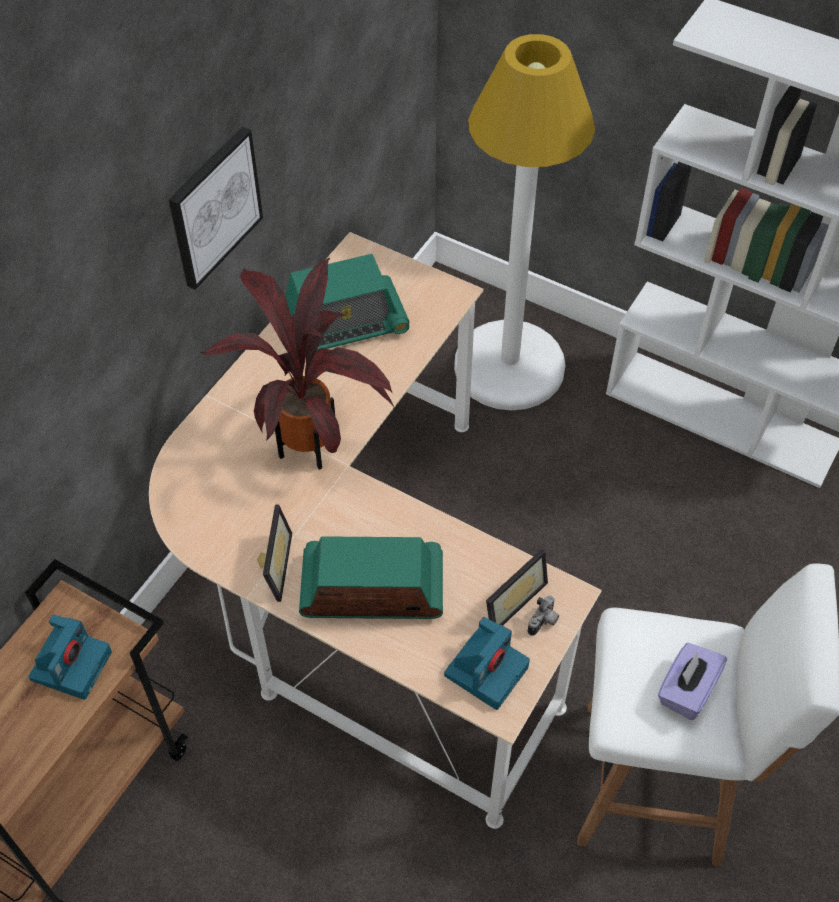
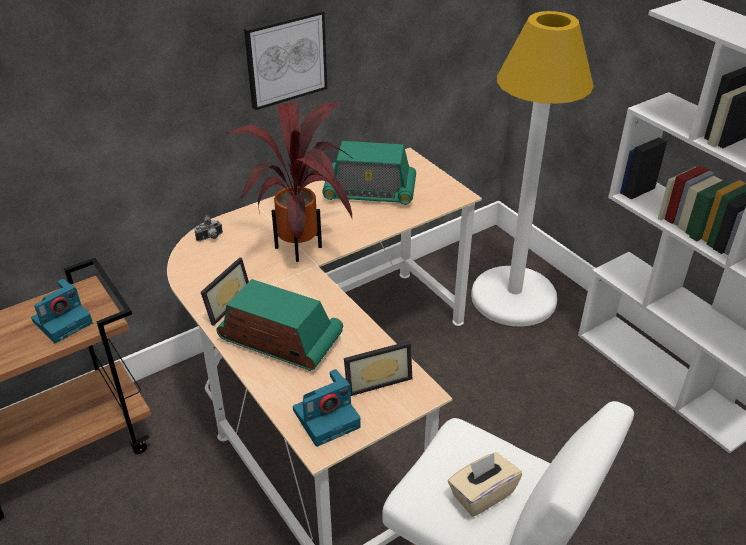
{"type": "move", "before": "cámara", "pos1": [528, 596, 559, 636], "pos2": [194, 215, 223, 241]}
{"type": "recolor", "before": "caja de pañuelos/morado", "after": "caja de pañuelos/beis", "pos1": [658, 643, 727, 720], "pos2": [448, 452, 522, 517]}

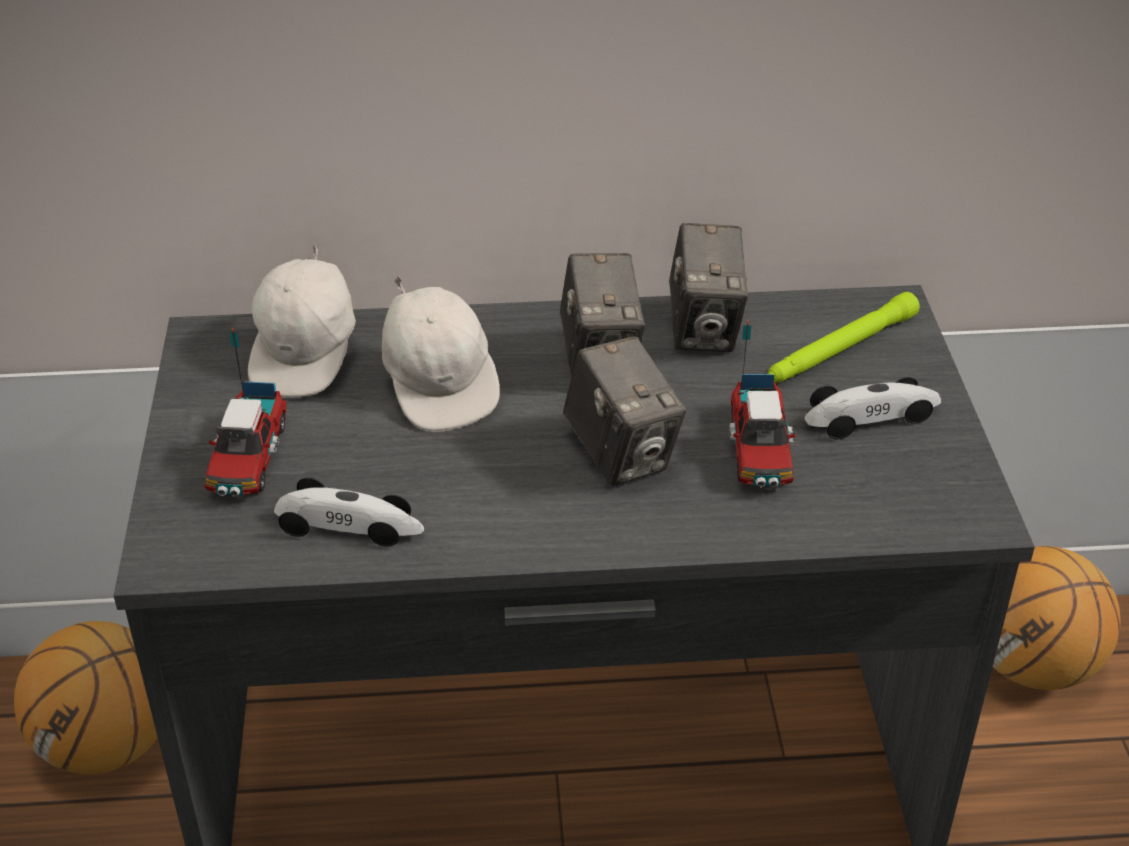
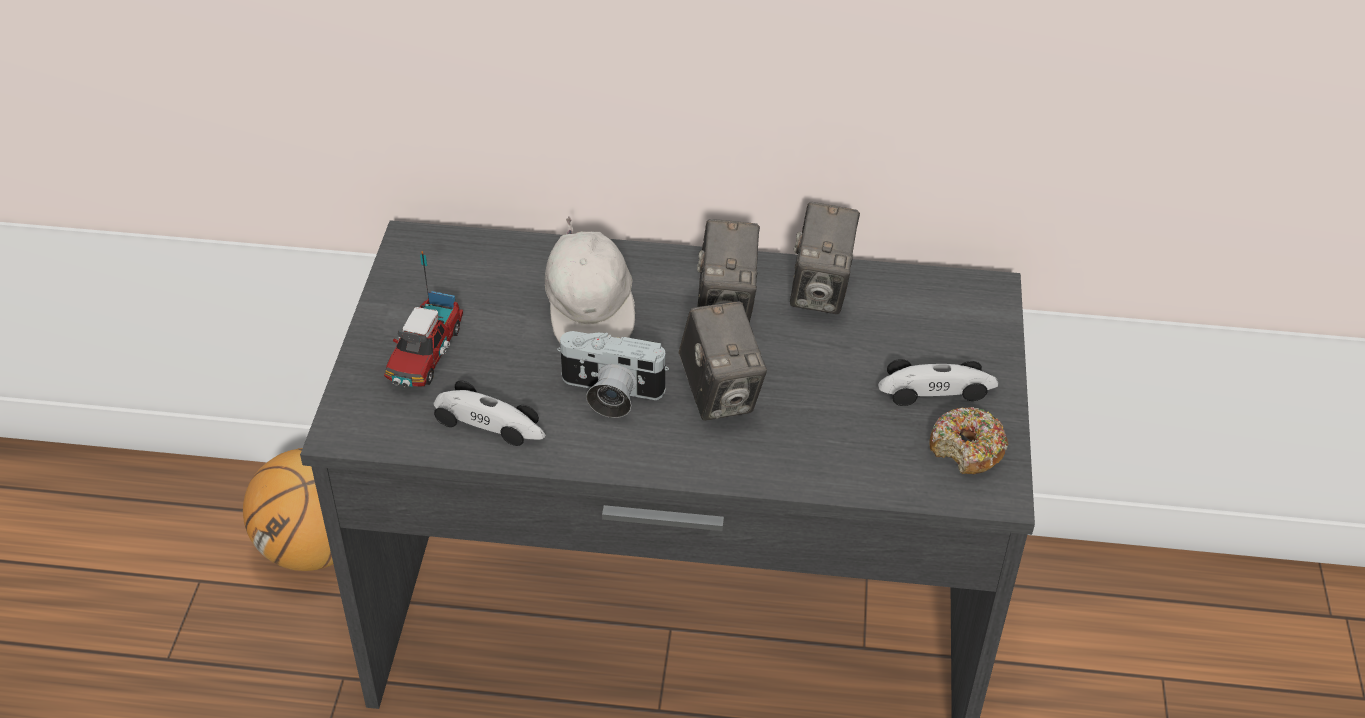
{"type": "insert", "after": "cámara", "pos2": [557, 331, 669, 418]}
{"type": "insert", "after": "rosquilla", "pos2": [929, 407, 1008, 474]}
{"type": "delete", "before": "gorra/blanco", "pos1": [248, 243, 356, 398]}
{"type": "delete", "before": "camión de juguete", "pos1": [729, 321, 795, 487]}
{"type": "delete", "before": "linterna/verde", "pos1": [768, 292, 920, 382]}
{"type": "delete", "before": "balón de baloncesto", "pos1": [993, 546, 1120, 690]}

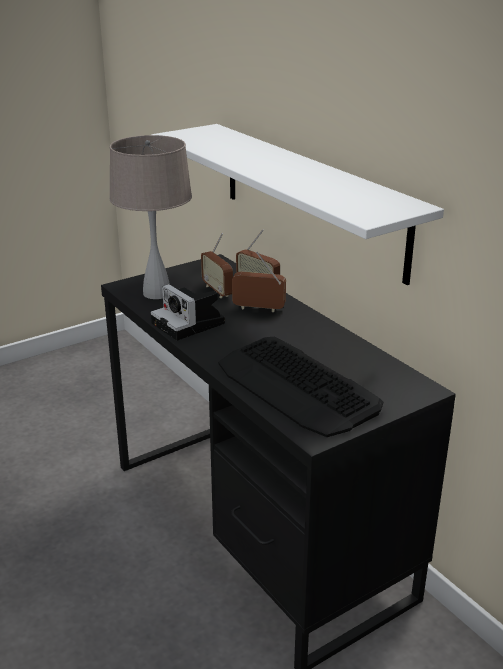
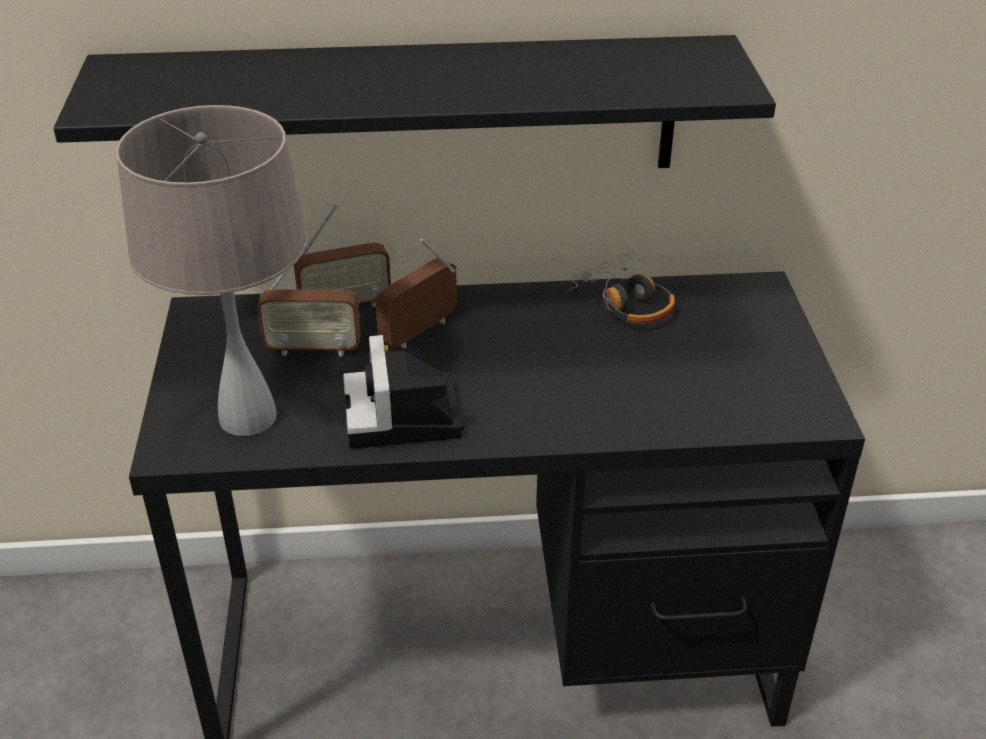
{"type": "recolor", "before": "estante/blanco", "after": "estante/negro", "pos1": [151, 124, 444, 285], "pos2": [53, 35, 776, 168]}
{"type": "rotate", "before": "cámara", "pos1": [151, 284, 225, 341], "pos2": [343, 335, 464, 449], "turn": 90}
{"type": "insert", "after": "auriculares", "pos2": [567, 254, 675, 324]}
{"type": "delete", "before": "teclado", "pos1": [218, 337, 383, 437]}

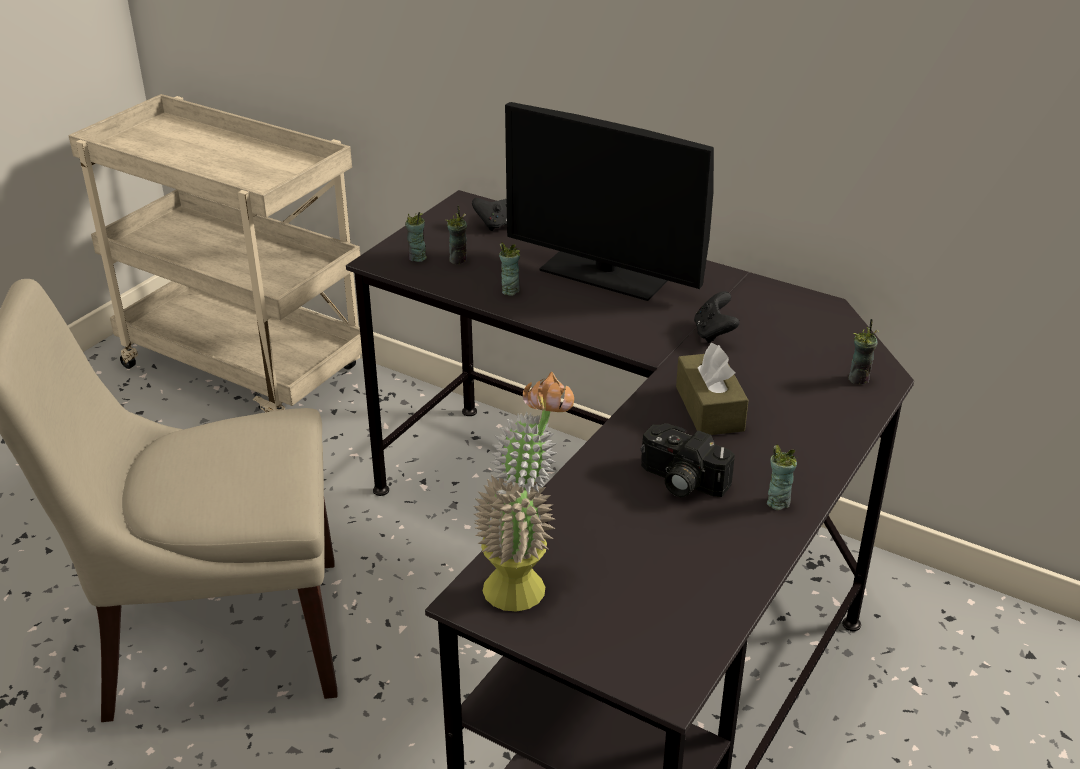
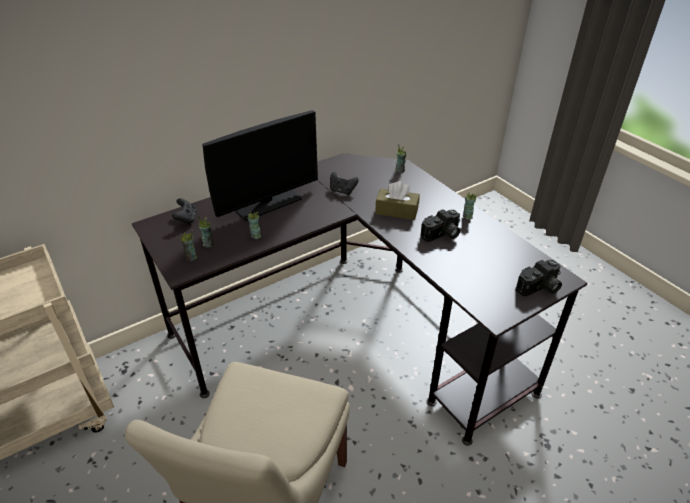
{"type": "insert", "after": "cámara", "pos2": [516, 260, 562, 296]}
{"type": "delete", "before": "planta en maceta", "pos1": [474, 372, 574, 612]}

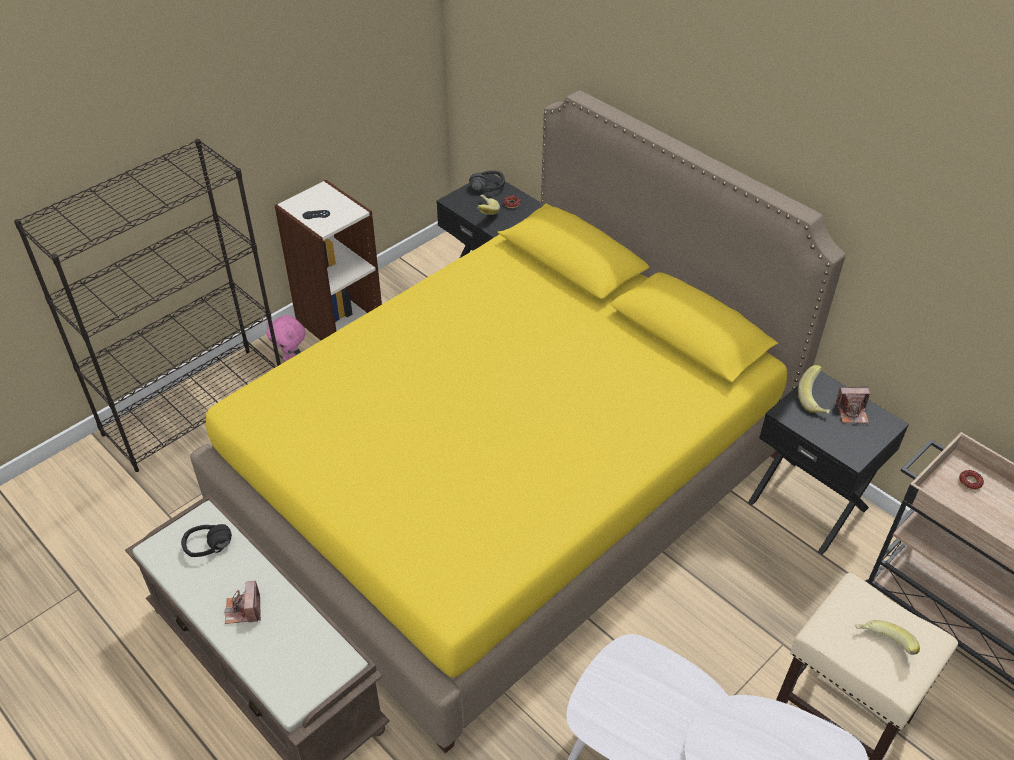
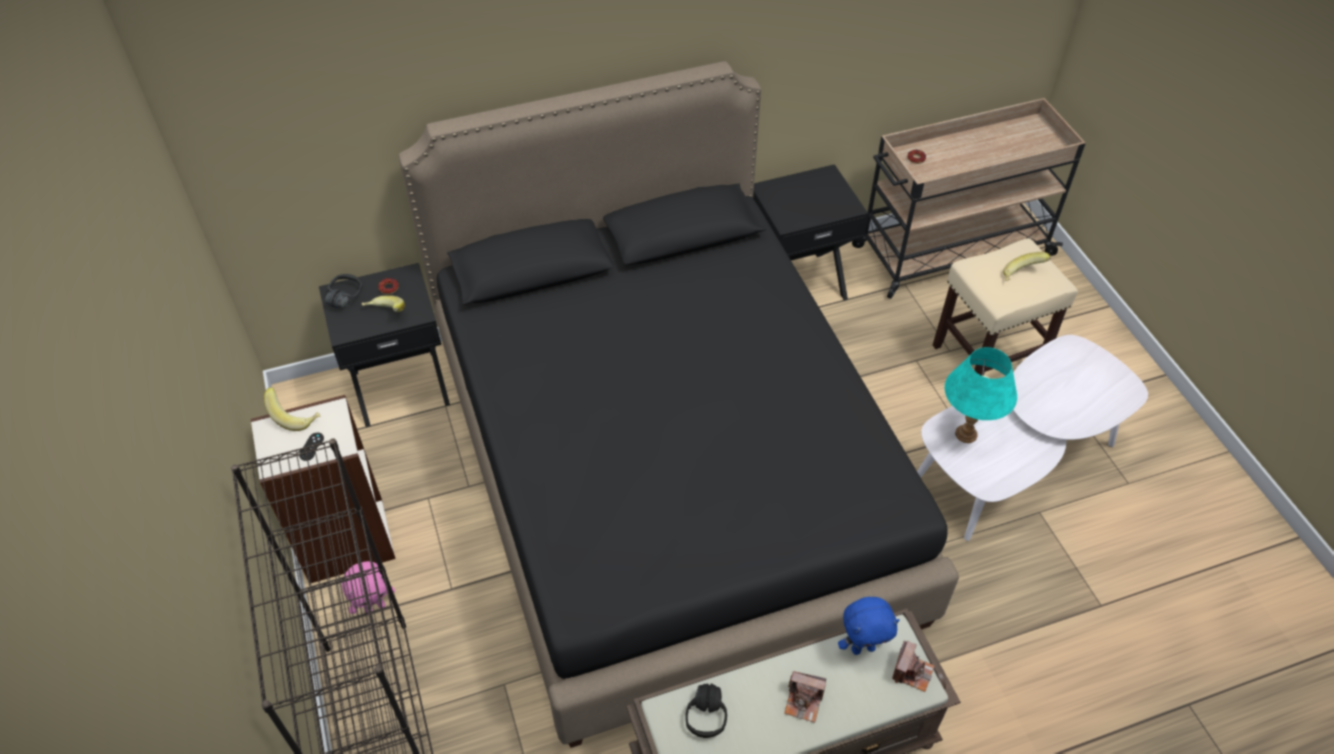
{"type": "move", "before": "plátano", "pos1": [798, 365, 830, 414], "pos2": [264, 387, 320, 431]}
{"type": "recolor", "before": "cama/amarillo", "after": "cama/negro", "pos1": [190, 90, 846, 754], "pos2": [399, 61, 959, 748]}
{"type": "insert", "after": "peluche/azul", "pos2": [838, 597, 900, 655]}
{"type": "move", "before": "cámara", "pos1": [835, 386, 870, 423], "pos2": [892, 640, 935, 692]}
{"type": "insert", "after": "lámpara de mesa/turquesa", "pos2": [945, 347, 1017, 443]}

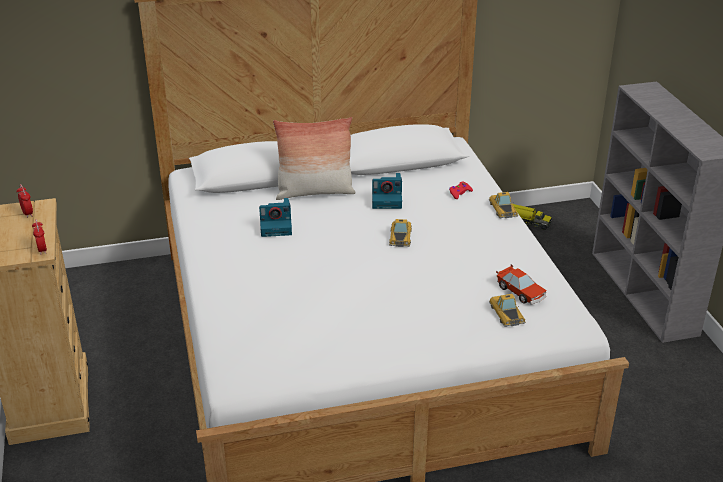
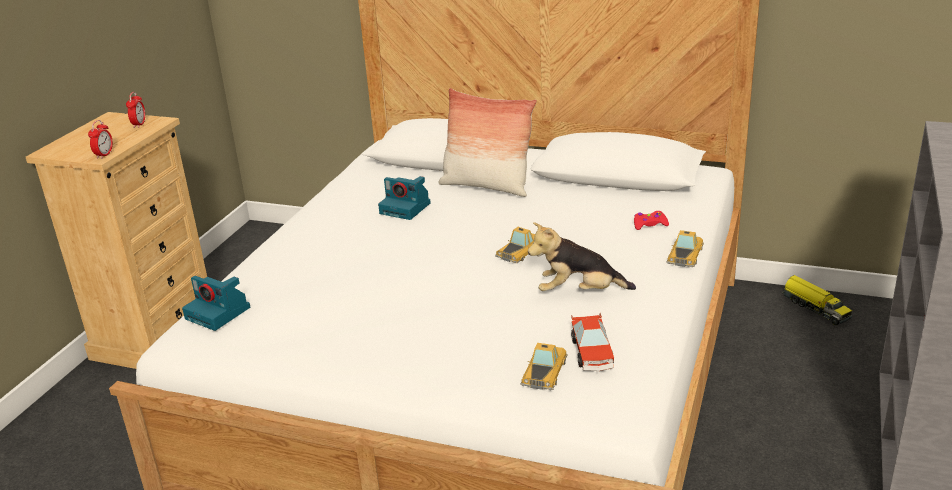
{"type": "move", "before": "cámara", "pos1": [372, 173, 402, 209], "pos2": [182, 276, 250, 331]}
{"type": "insert", "after": "peluche", "pos2": [528, 222, 636, 291]}

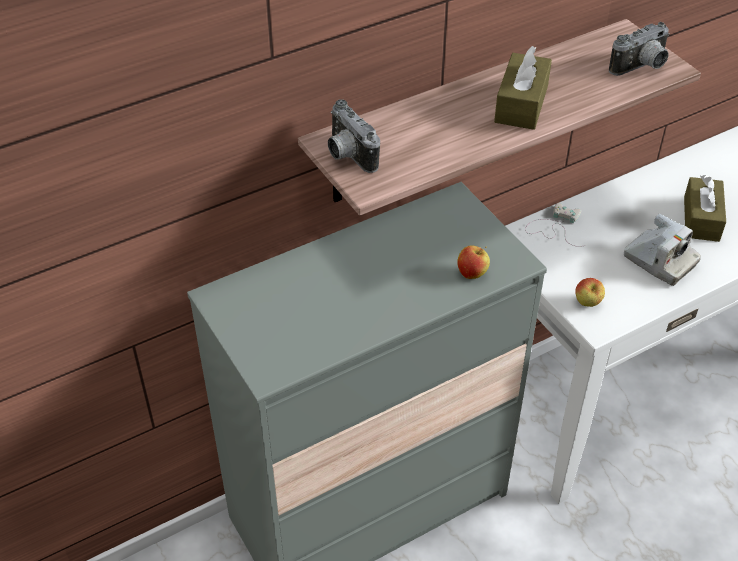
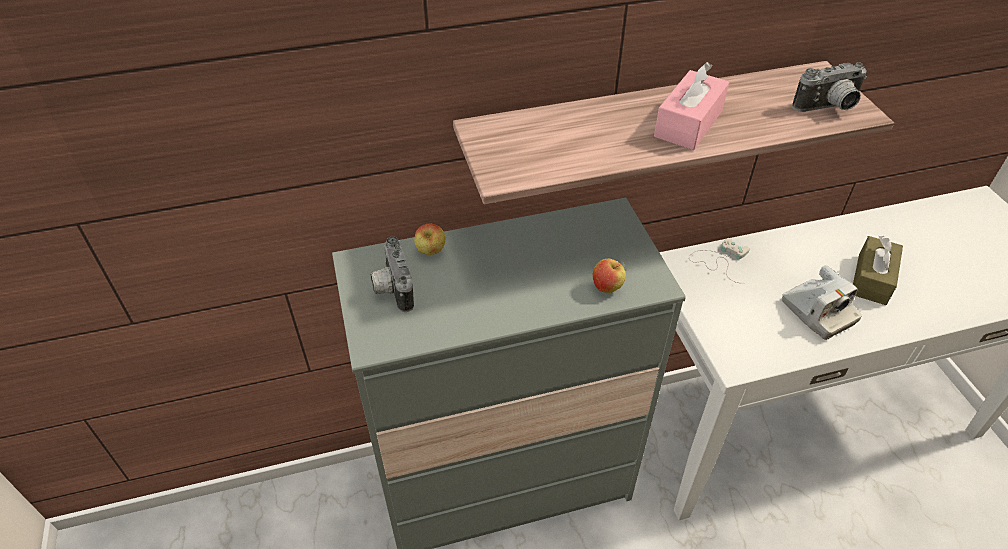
{"type": "move", "before": "cámara", "pos1": [328, 100, 380, 173], "pos2": [370, 237, 414, 312]}
{"type": "move", "before": "manzana", "pos1": [575, 278, 605, 307], "pos2": [414, 224, 446, 255]}
{"type": "recolor", "before": "caja de pañuelos/marrón", "after": "caja de pañuelos/rosa", "pos1": [494, 46, 552, 130], "pos2": [654, 62, 729, 150]}

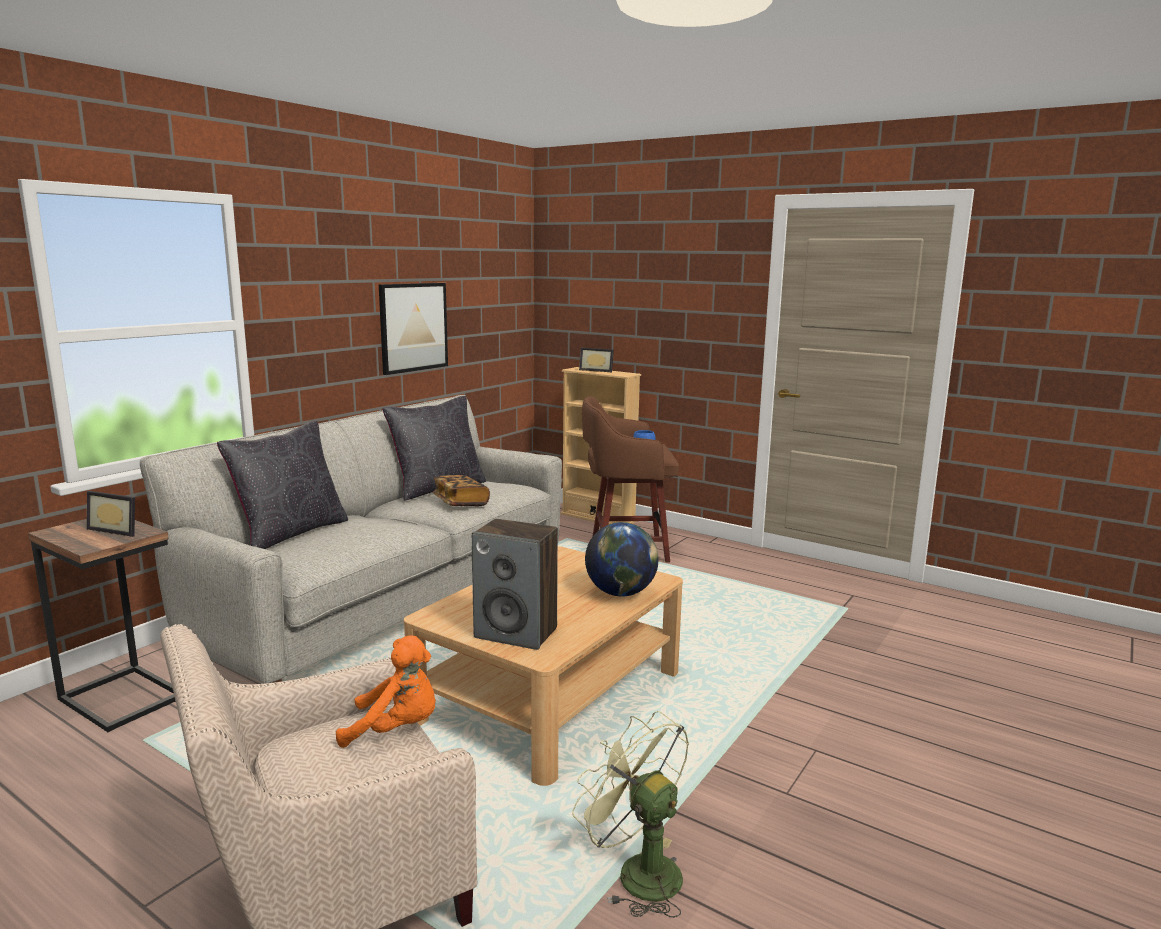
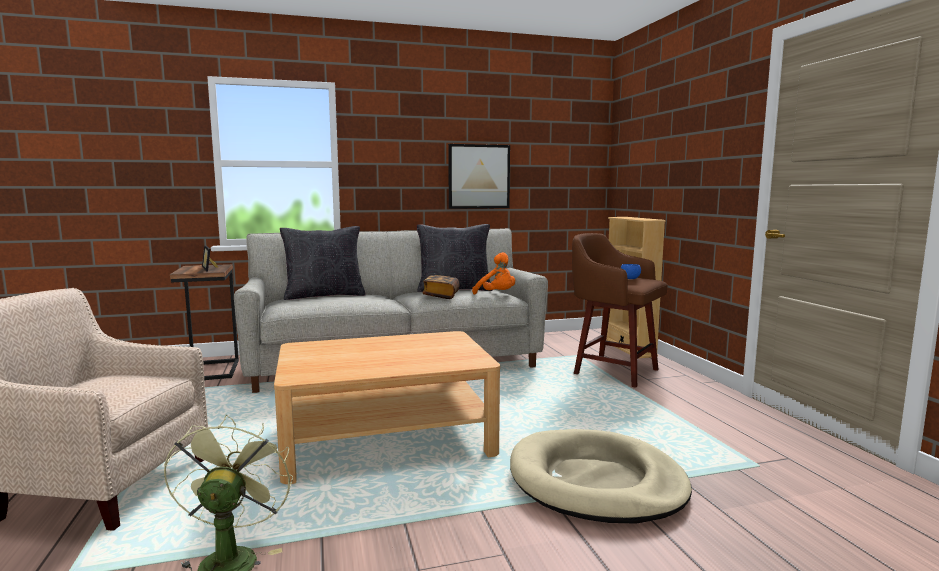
{"type": "move", "before": "peluche/naranja", "pos1": [336, 636, 436, 748], "pos2": [472, 252, 515, 294]}
{"type": "insert", "after": "cama para perro/beis", "pos2": [510, 429, 692, 524]}
{"type": "delete", "before": "altavoz", "pos1": [471, 519, 558, 650]}
{"type": "delete", "before": "portarretratos", "pos1": [579, 348, 614, 372]}
{"type": "delete", "before": "globo terráqueo", "pos1": [585, 522, 658, 597]}

